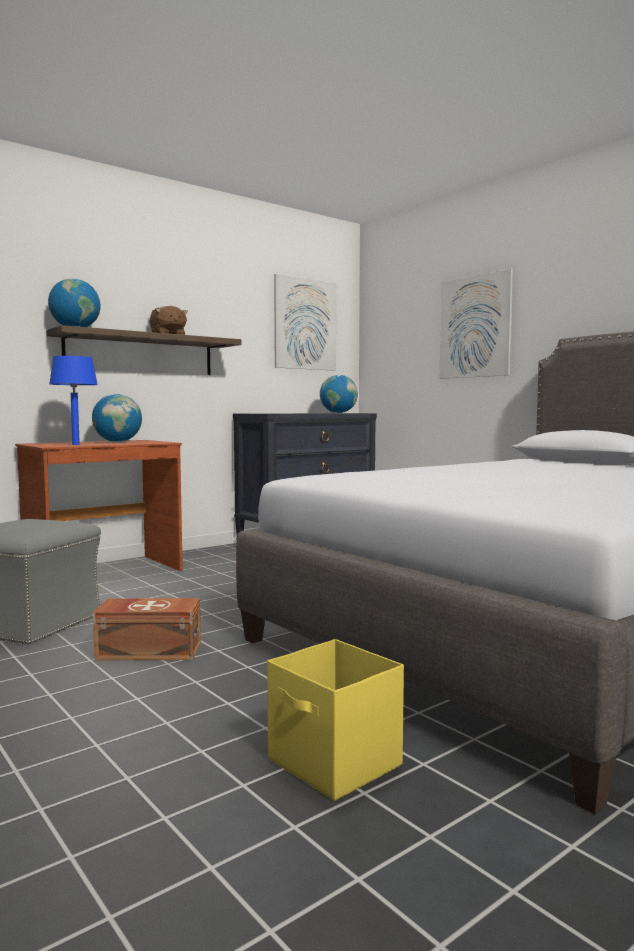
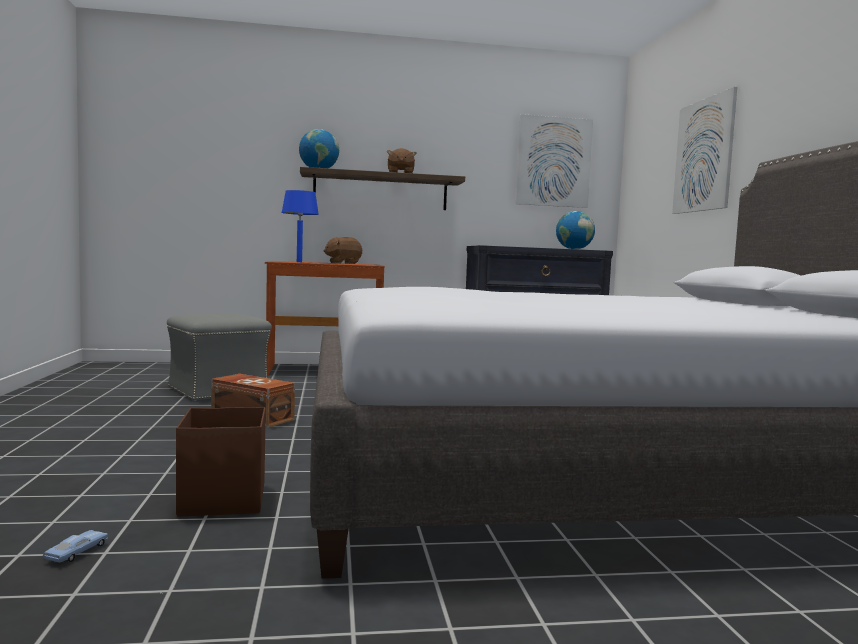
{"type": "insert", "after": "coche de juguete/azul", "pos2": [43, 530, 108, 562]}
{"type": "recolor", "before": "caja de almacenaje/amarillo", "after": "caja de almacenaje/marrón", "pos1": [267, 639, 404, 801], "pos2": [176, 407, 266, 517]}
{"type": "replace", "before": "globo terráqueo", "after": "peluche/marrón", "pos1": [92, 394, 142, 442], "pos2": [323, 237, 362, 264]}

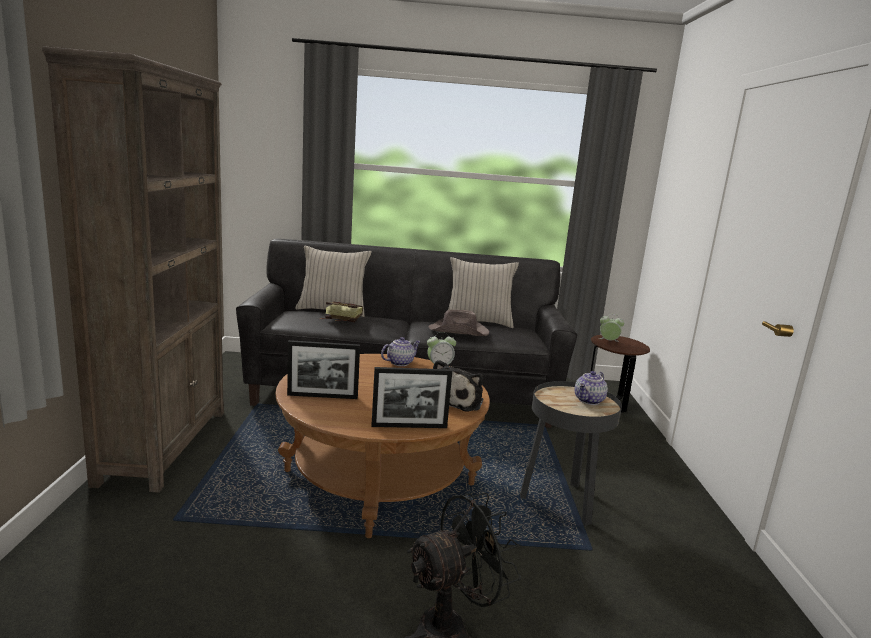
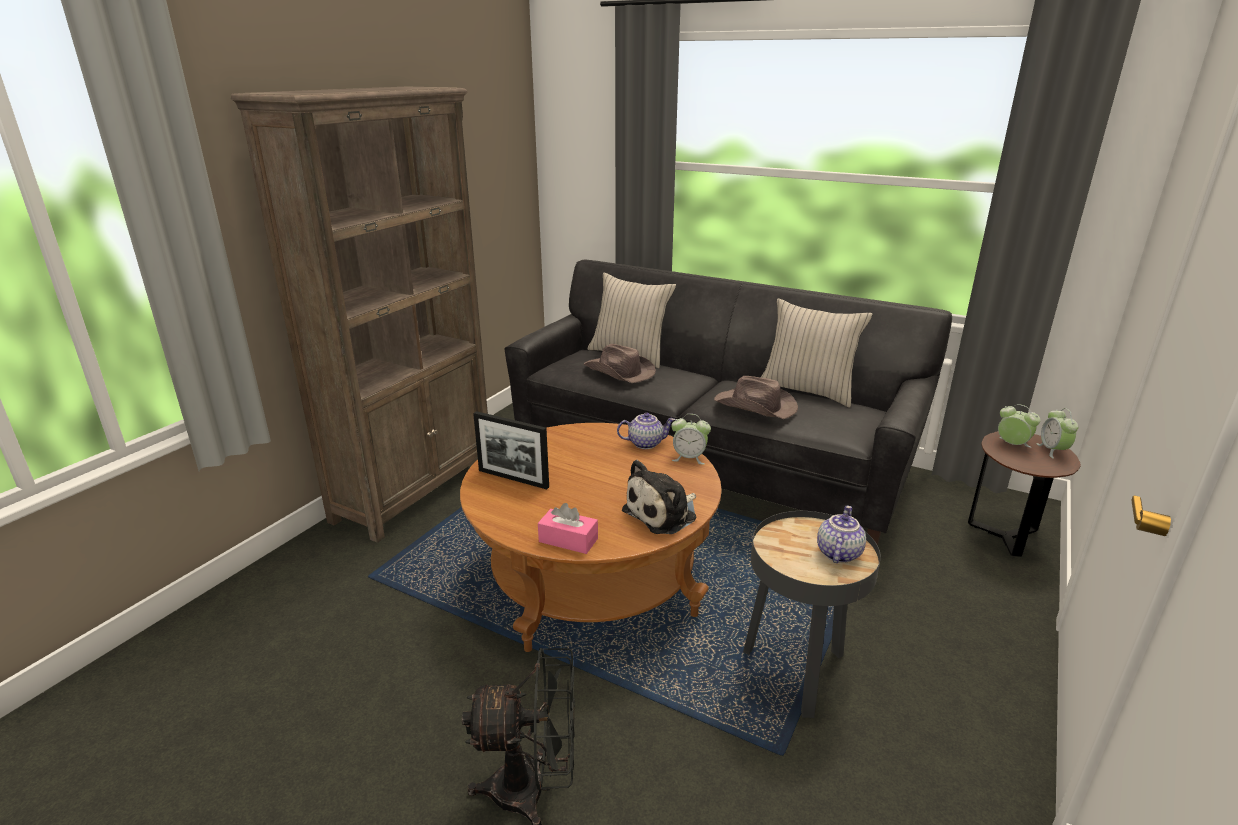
{"type": "replace", "before": "portarretratos", "after": "caja de pañuelos/rosa", "pos1": [372, 367, 452, 428], "pos2": [538, 503, 598, 554]}
{"type": "replace", "before": "libro", "after": "sombrero/marrón", "pos1": [320, 302, 363, 322], "pos2": [584, 344, 656, 383]}
{"type": "rotate", "before": "tetera", "pos1": [575, 371, 608, 405], "pos2": [817, 506, 866, 563], "turn": 135}
{"type": "insert", "after": "despertador", "pos2": [1036, 408, 1078, 459]}

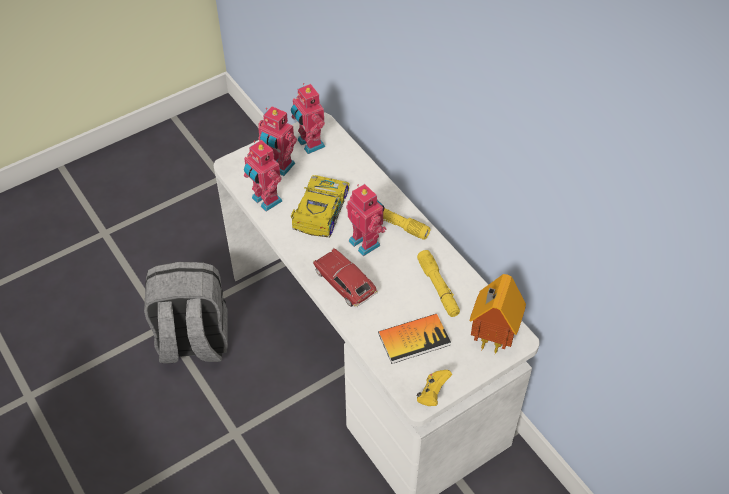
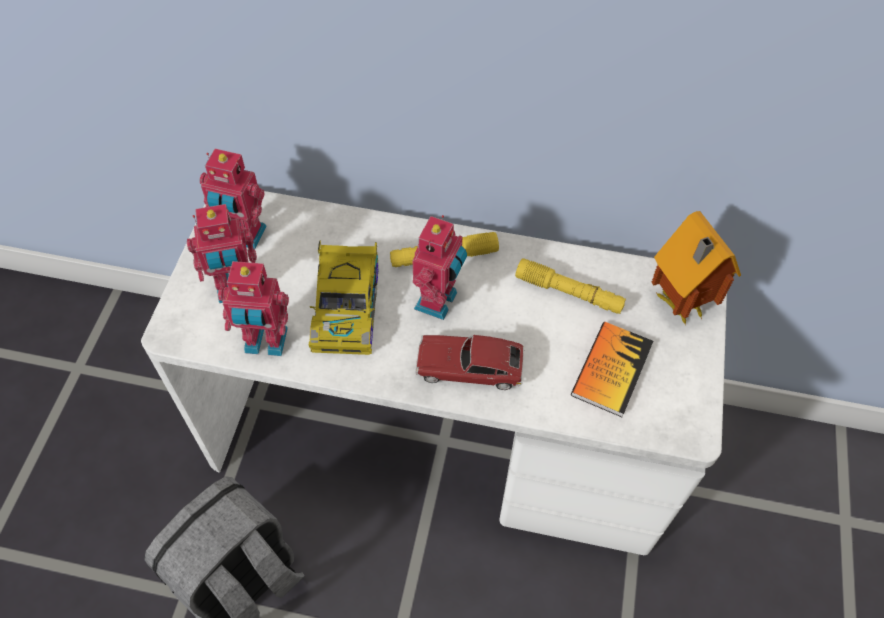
{"type": "rotate", "before": "coche de juguete", "pos1": [291, 175, 349, 238], "pos2": [309, 240, 379, 355], "turn": -150}
{"type": "rotate", "before": "robot de juguete", "pos1": [346, 184, 386, 256], "pos2": [412, 215, 467, 320], "turn": 105}
{"type": "delete", "before": "mando de consola/amarillo", "pos1": [417, 370, 452, 406]}

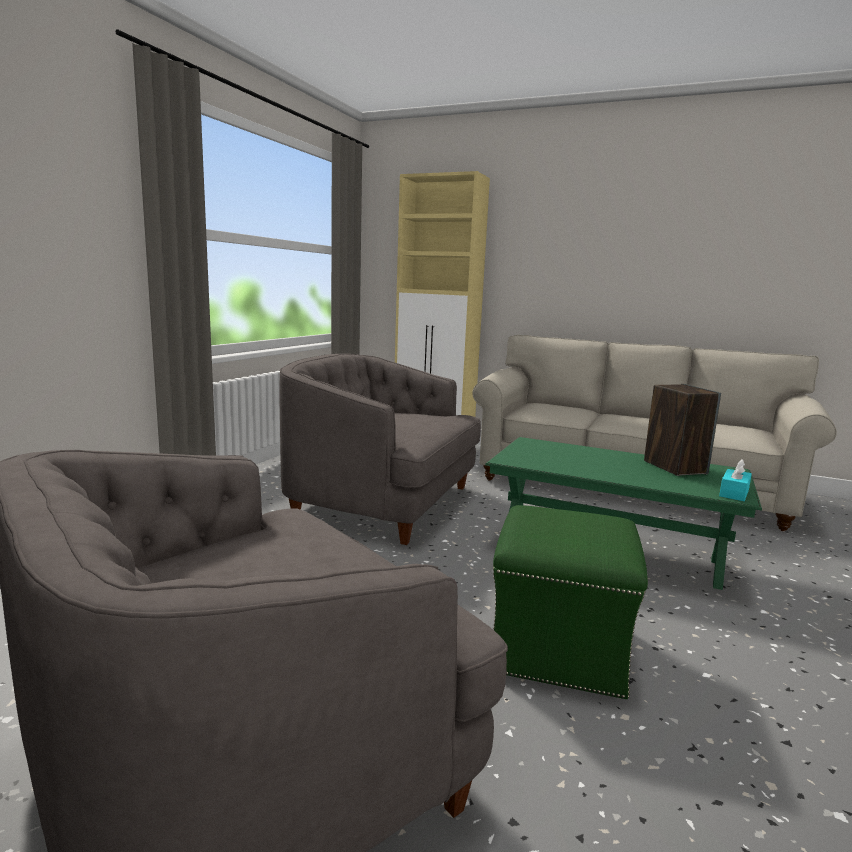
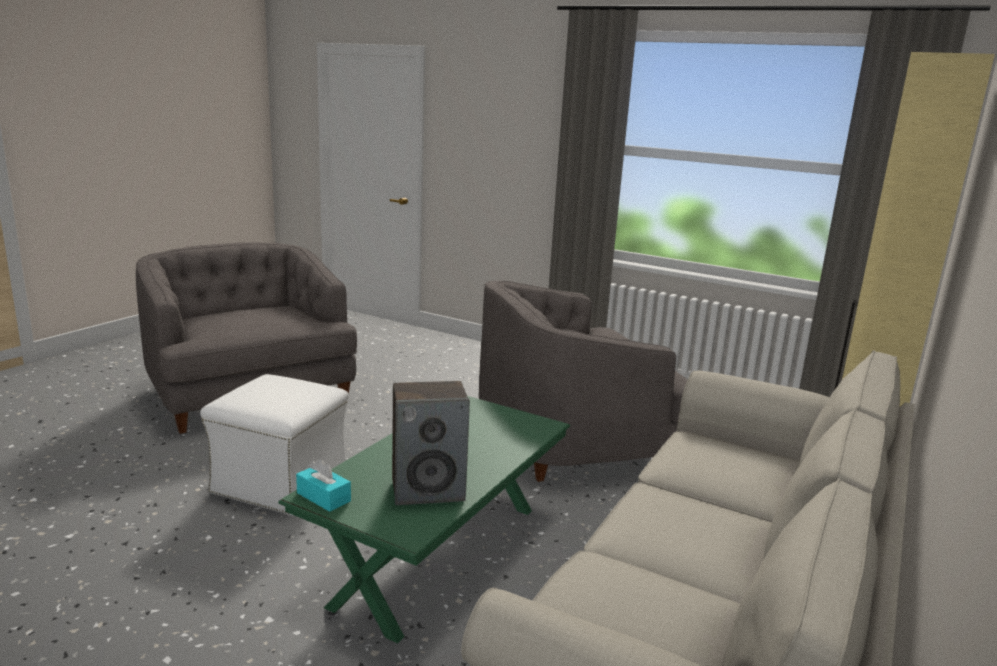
{"type": "recolor", "before": "puf/verde", "after": "puf/blanco", "pos1": [493, 505, 648, 699], "pos2": [200, 374, 349, 516]}
{"type": "rotate", "before": "sillón/gris", "pos1": [280, 354, 481, 545], "pos2": [479, 281, 688, 482], "turn": -135}

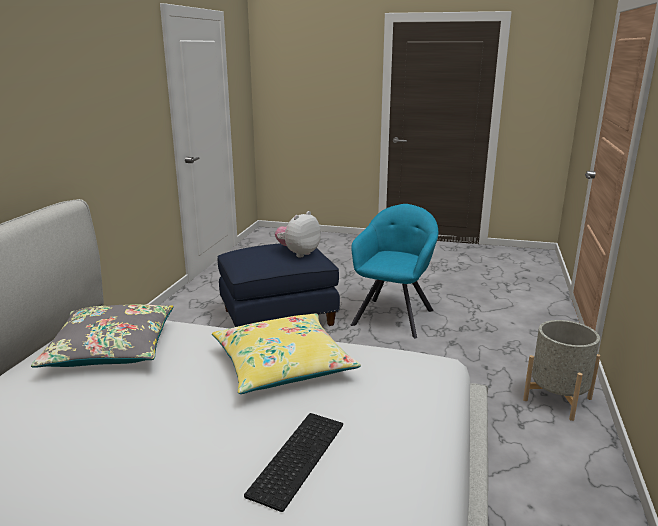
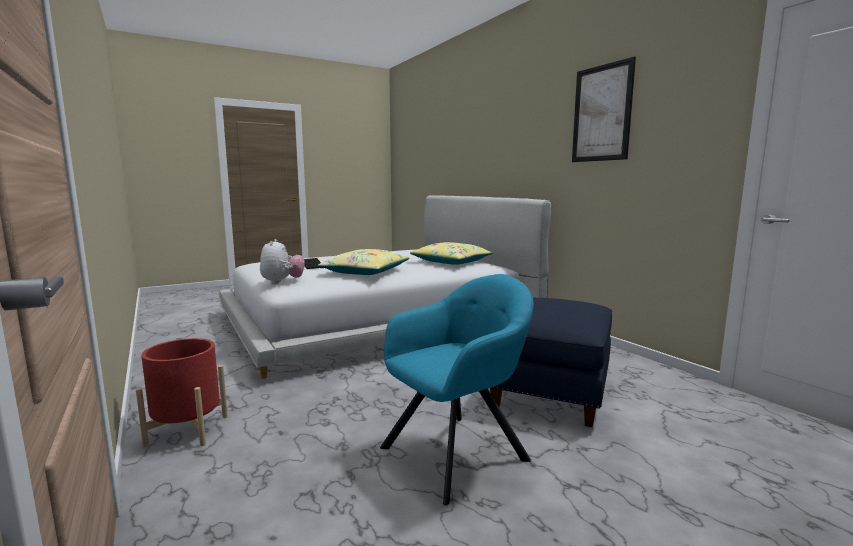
{"type": "recolor", "before": "maceta/gris", "after": "maceta/rojo", "pos1": [523, 320, 600, 421], "pos2": [136, 338, 228, 447]}
{"type": "move", "before": "peluche", "pos1": [275, 211, 321, 257], "pos2": [260, 239, 305, 284]}
{"type": "rotate", "before": "sillón/turquesa", "pos1": [351, 204, 438, 338], "pos2": [380, 274, 534, 505], "turn": -105}
{"type": "recolor", "before": "cojín/gris", "after": "cojín/amarillo", "pos1": [31, 304, 173, 368], "pos2": [410, 242, 493, 265]}
{"type": "insert", "after": "cuadro", "pos2": [572, 57, 636, 162]}

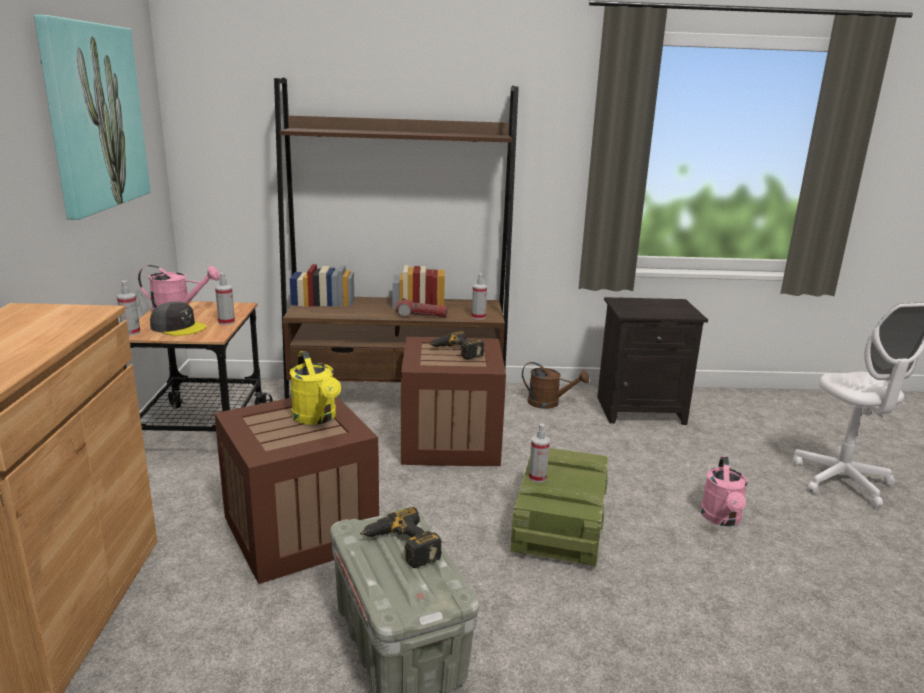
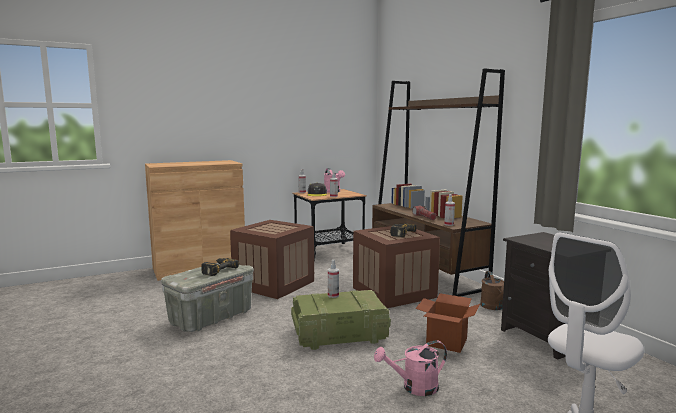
{"type": "insert", "after": "caja de cartón", "pos2": [415, 293, 480, 353]}
{"type": "delete", "before": "cuadro", "pos1": [34, 15, 151, 220]}
{"type": "delete", "before": "regadera/amarillo", "pos1": [289, 351, 341, 424]}

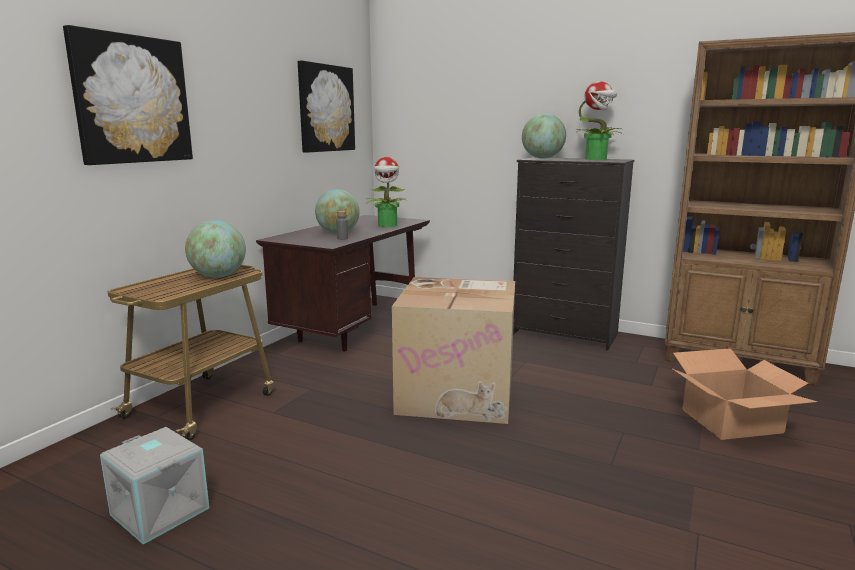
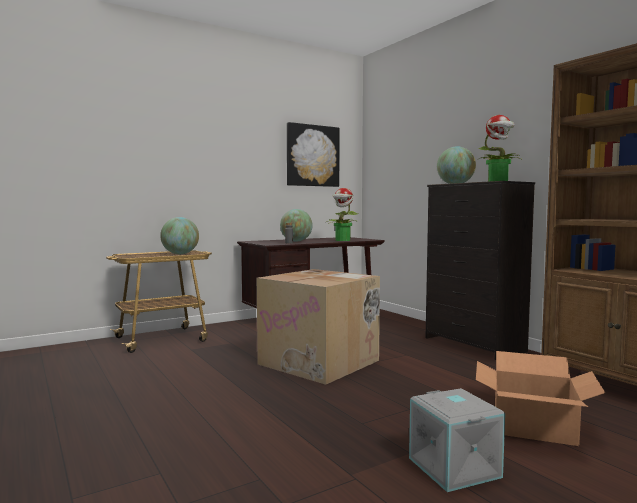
{"type": "move", "before": "caja de almacenaje/gris", "pos1": [100, 427, 209, 544], "pos2": [409, 388, 505, 492]}
{"type": "delete", "before": "cuadro", "pos1": [63, 25, 193, 165]}

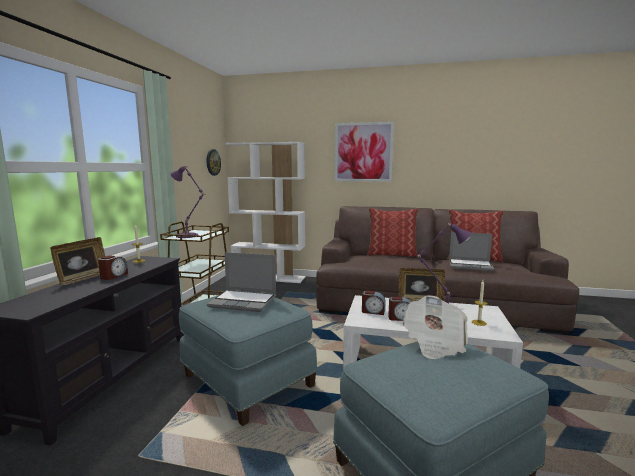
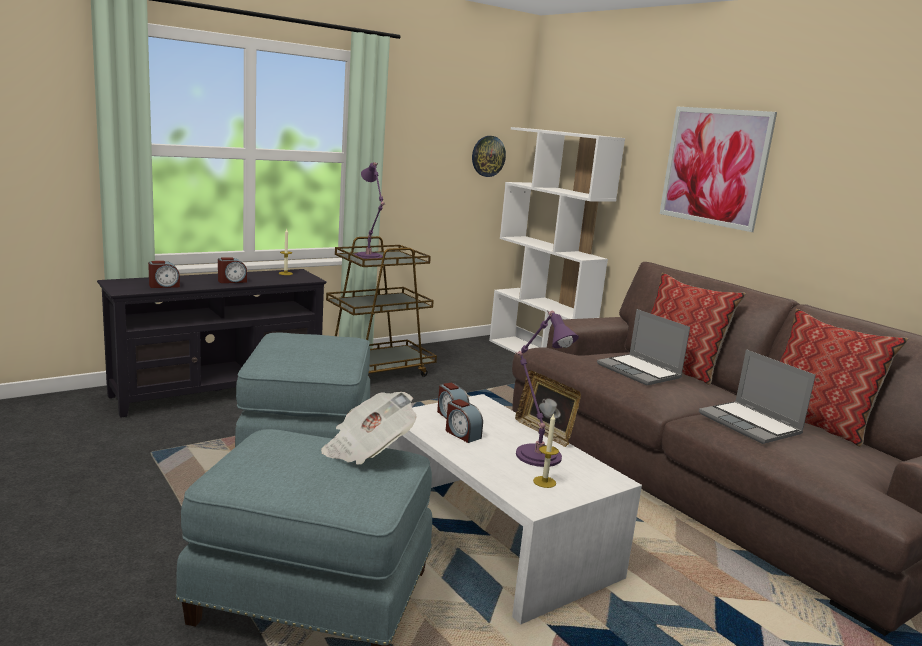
{"type": "insert", "after": "despertador", "pos2": [148, 261, 180, 288]}
{"type": "move", "before": "portátil", "pos1": [207, 252, 276, 312], "pos2": [597, 309, 690, 386]}
{"type": "delete", "before": "portarretratos", "pos1": [50, 237, 106, 285]}

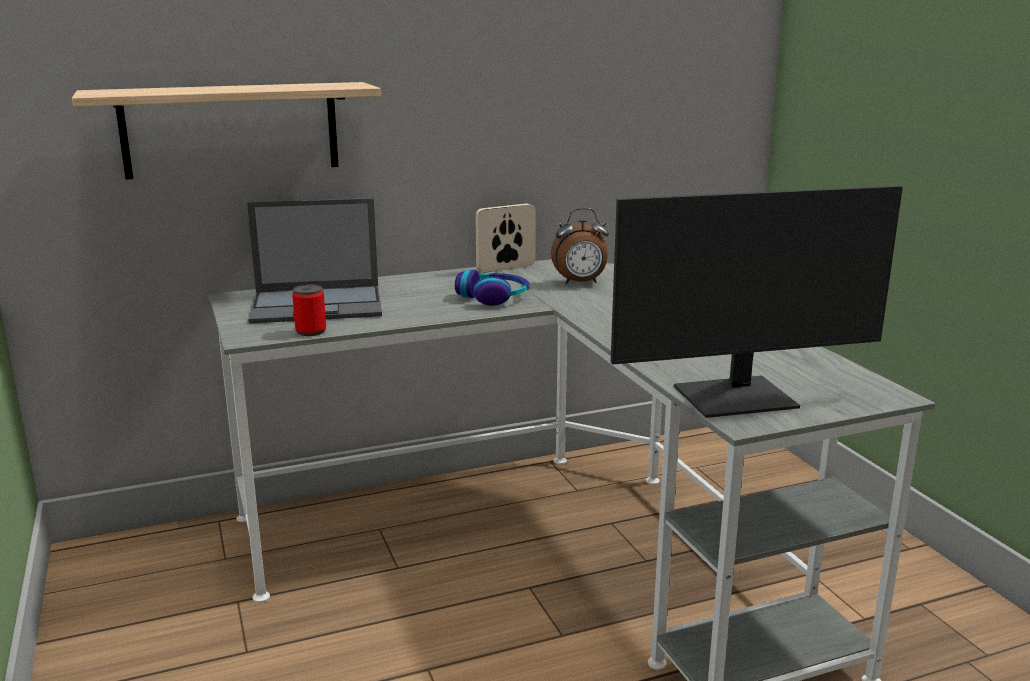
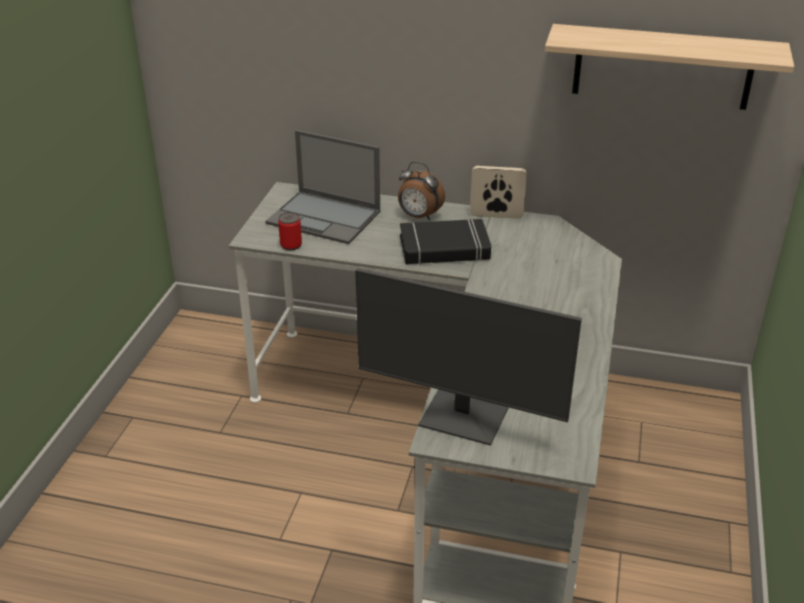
{"type": "move", "before": "despertador", "pos1": [551, 208, 609, 284], "pos2": [398, 161, 445, 220]}
{"type": "replace", "before": "auriculares", "after": "libro/negro", "pos1": [455, 270, 530, 306], "pos2": [400, 219, 491, 265]}
{"type": "move", "before": "estante", "pos1": [72, 82, 381, 179], "pos2": [545, 24, 794, 110]}

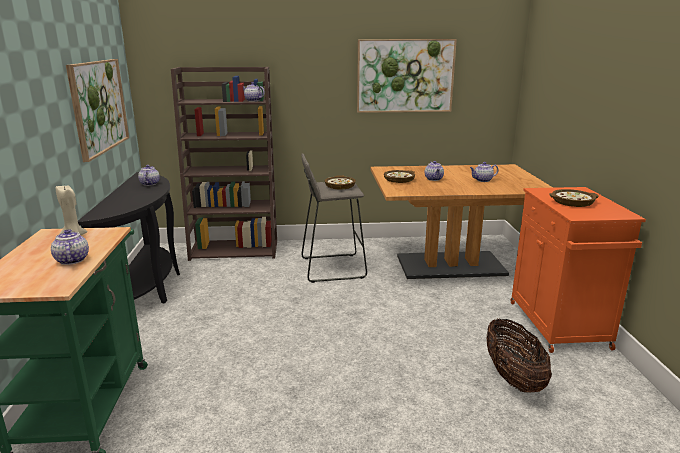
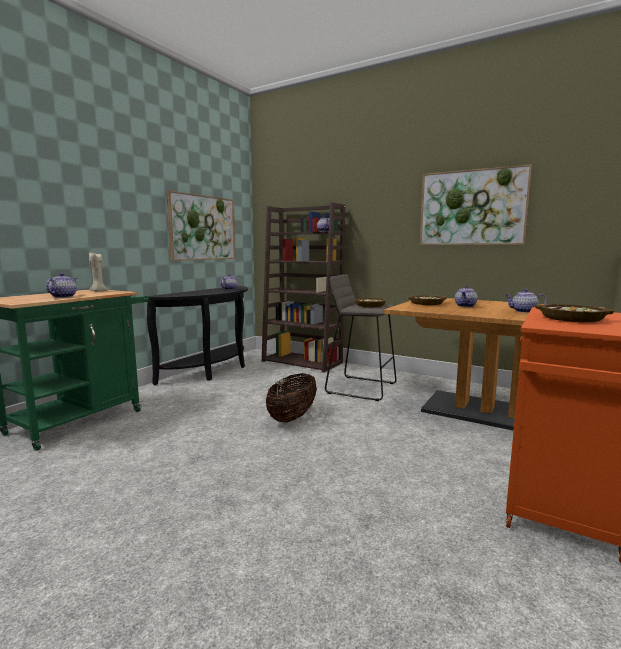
{"type": "move", "before": "cesta", "pos1": [486, 319, 552, 393], "pos2": [266, 373, 317, 423]}

